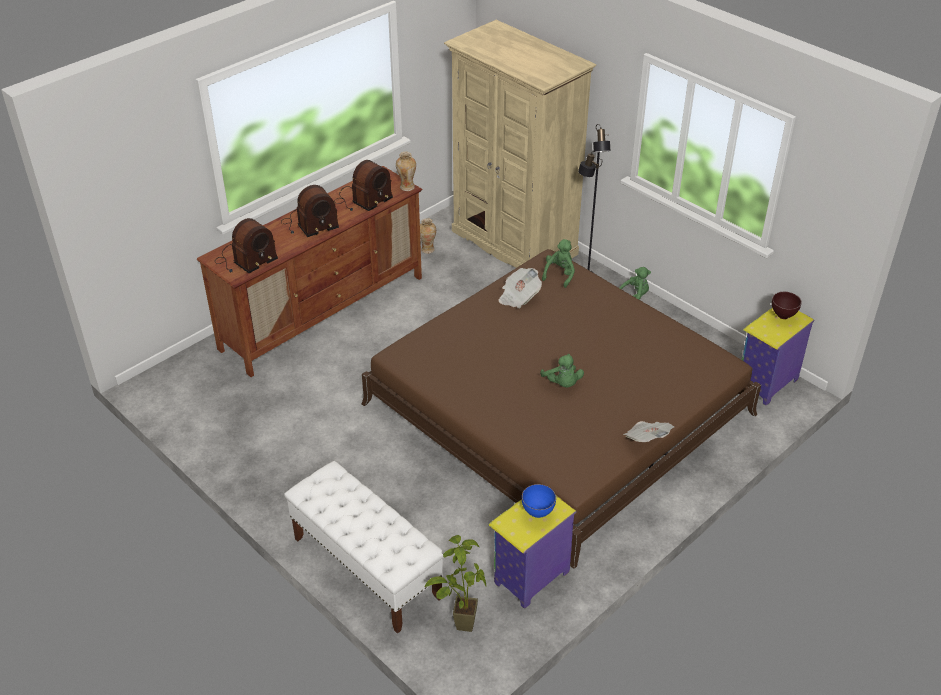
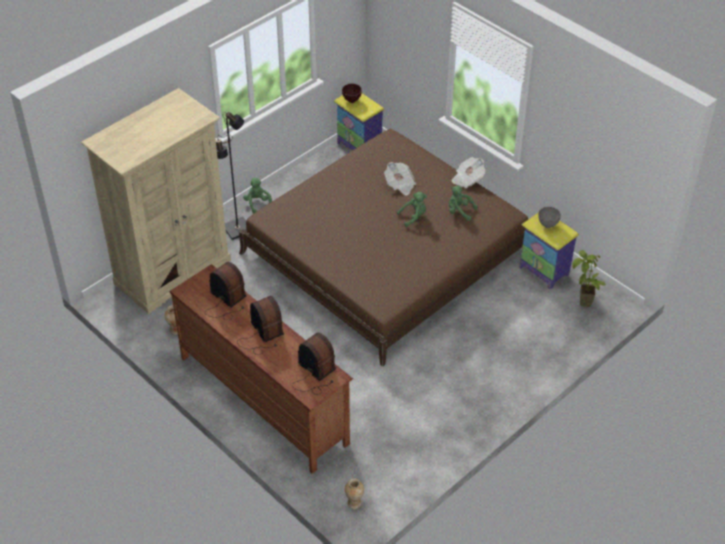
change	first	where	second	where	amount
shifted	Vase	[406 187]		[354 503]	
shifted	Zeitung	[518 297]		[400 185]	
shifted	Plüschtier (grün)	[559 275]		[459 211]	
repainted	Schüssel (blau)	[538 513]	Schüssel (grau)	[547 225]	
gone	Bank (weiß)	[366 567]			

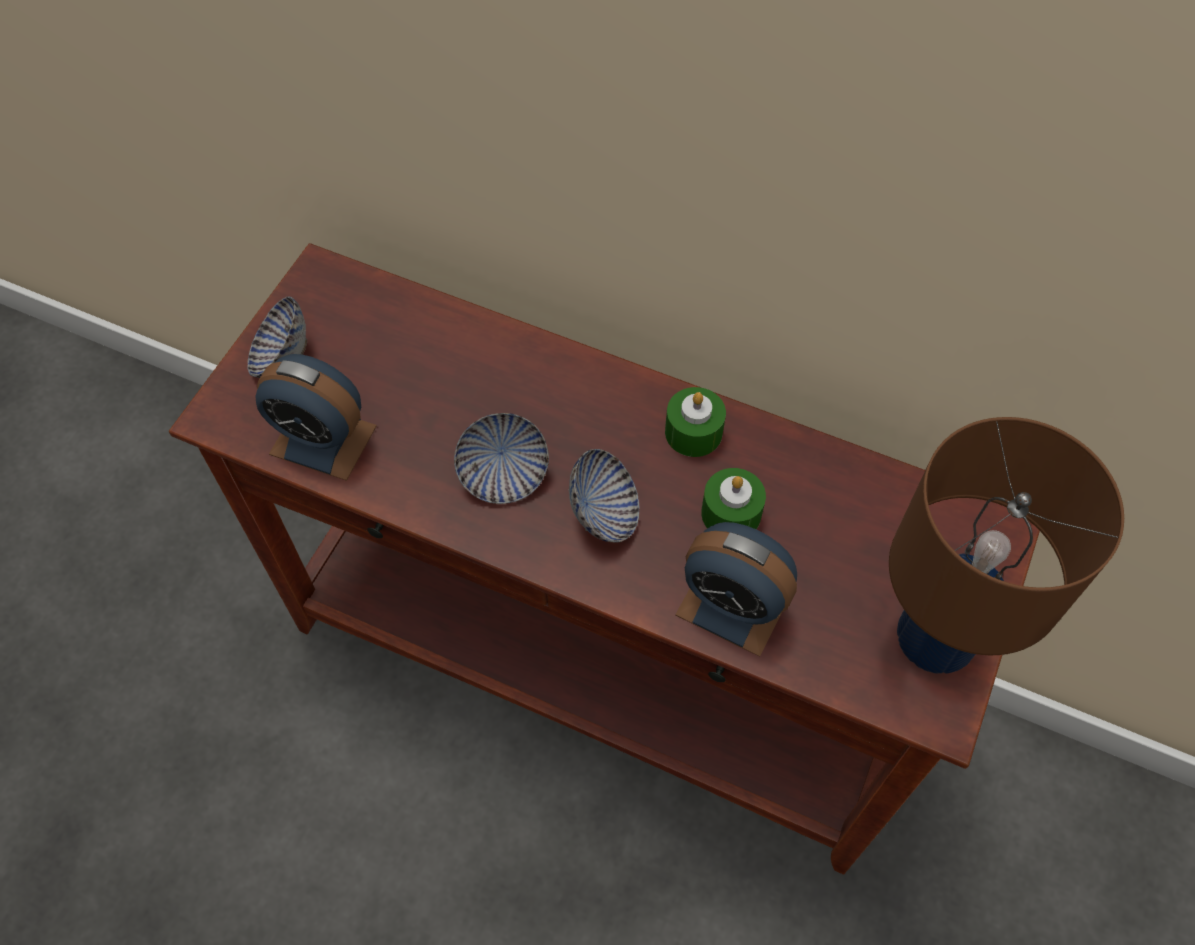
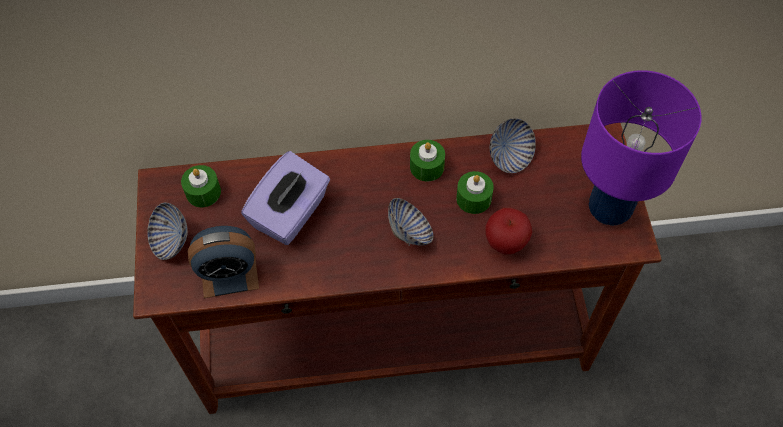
change	first	where	second	where	amount
new			Kerze (grün)	[203 192]	
new			Taschentuchbox (lila)	[290 214]	
swapped	Wecker	[732 605]	Apfel	[505 244]	
shifted	Schüssel	[503 476]		[510 157]	
repainted	Tischlampe (braun)	[929 640]	Tischlampe (lila)	[607 210]	

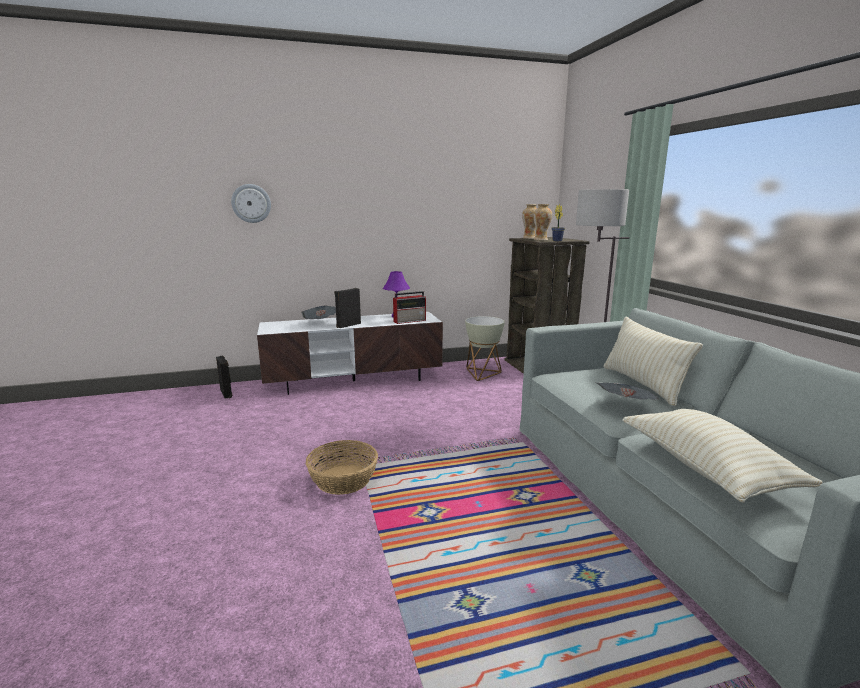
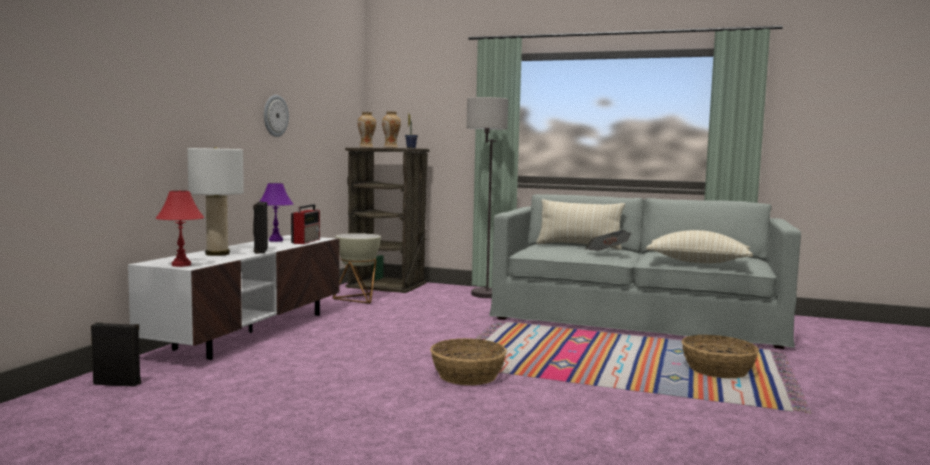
change	first	where	second	where	amount
new			Tischlampe (rot)	[181 265]	
swapped	Zeitung	[320 323]	Tischlampe (weiß)	[217 254]	
shifted	Wanduhr	[251 203]		[275 116]	
new			Korb	[718 370]	

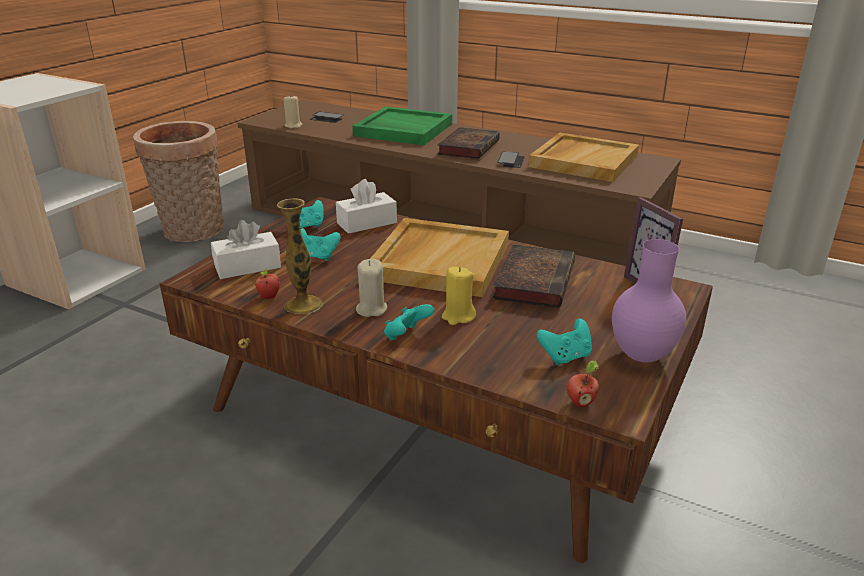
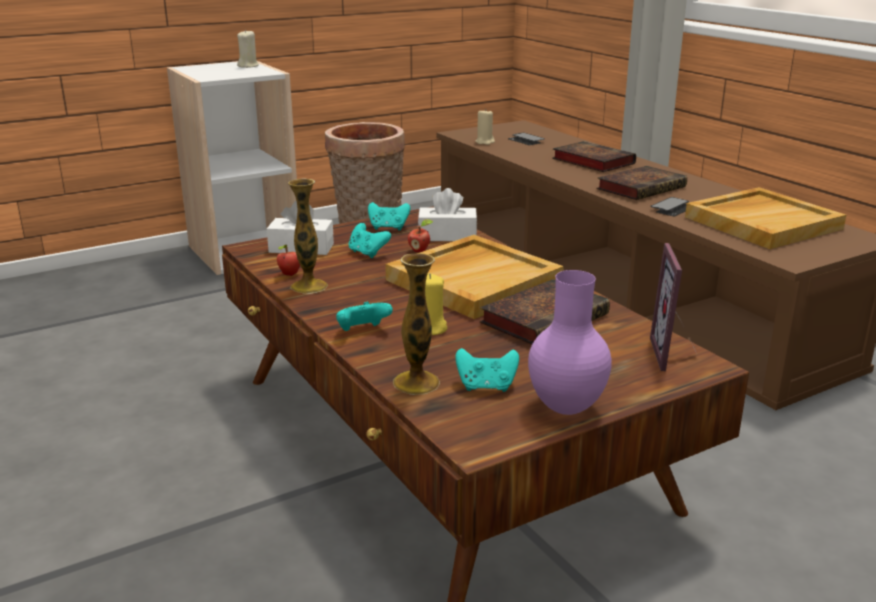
change	first	where	second	where	amount
shifted	Kerze (beige)	[371 309]		[248 66]	
new			Vase	[416 383]	
shifted	Apfel	[580 402]		[420 251]	
swapped	Tablett (grün)	[402 130]	Buch	[591 161]	

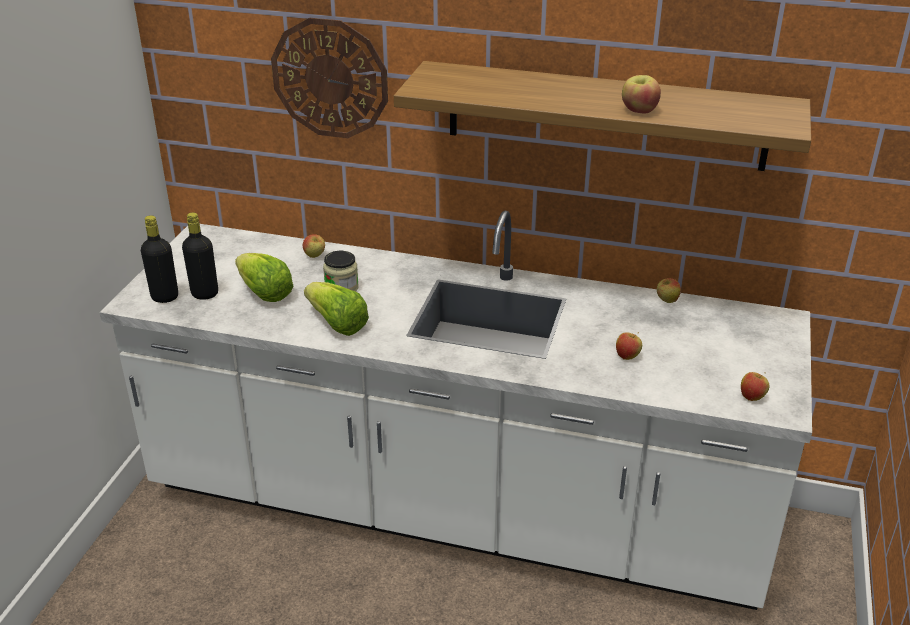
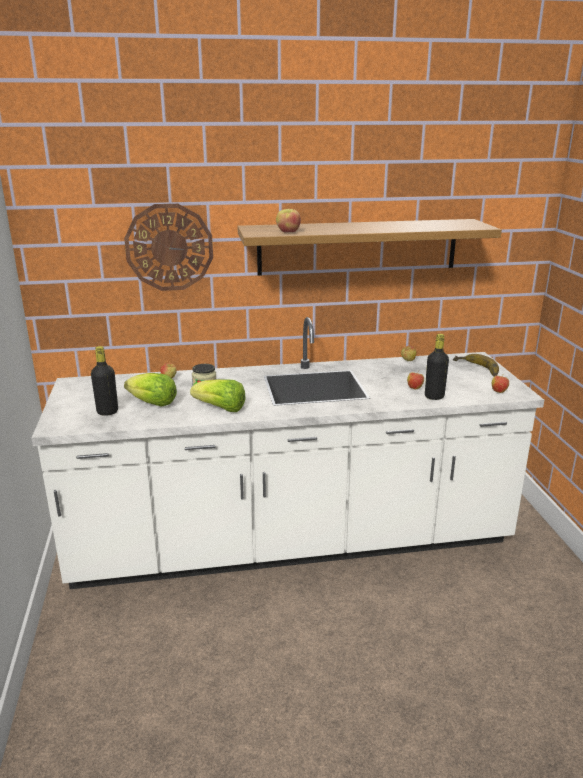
change	first	where	second	where	amount
shifted	Apfel	[639 111]		[288 232]	
shifted	Flasche (schwarz)	[165 297]		[434 396]	
new			Banane	[476 369]	

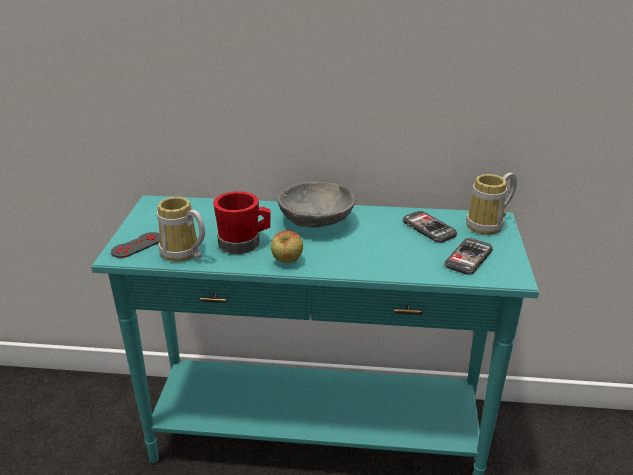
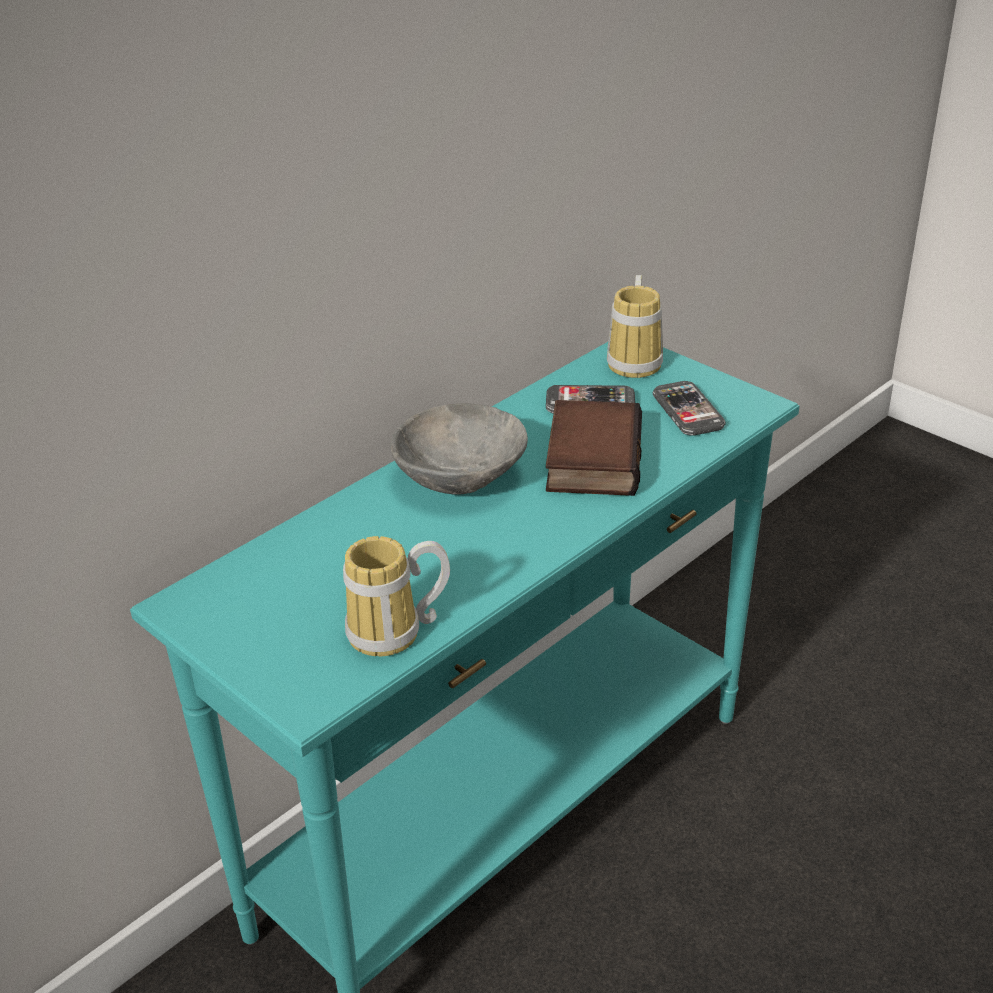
change	first	where	second	where	amount
new			Buch	[590 458]	
gone	Gamepad (grau)	[137 245]			
gone	Henkelbecher (rot)	[244 243]			
gone	Apfel	[287 262]			

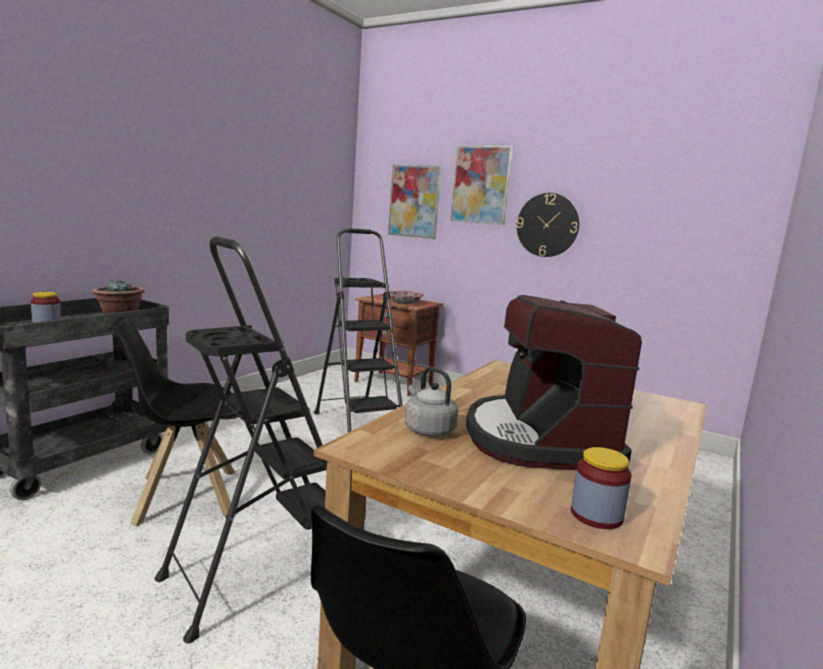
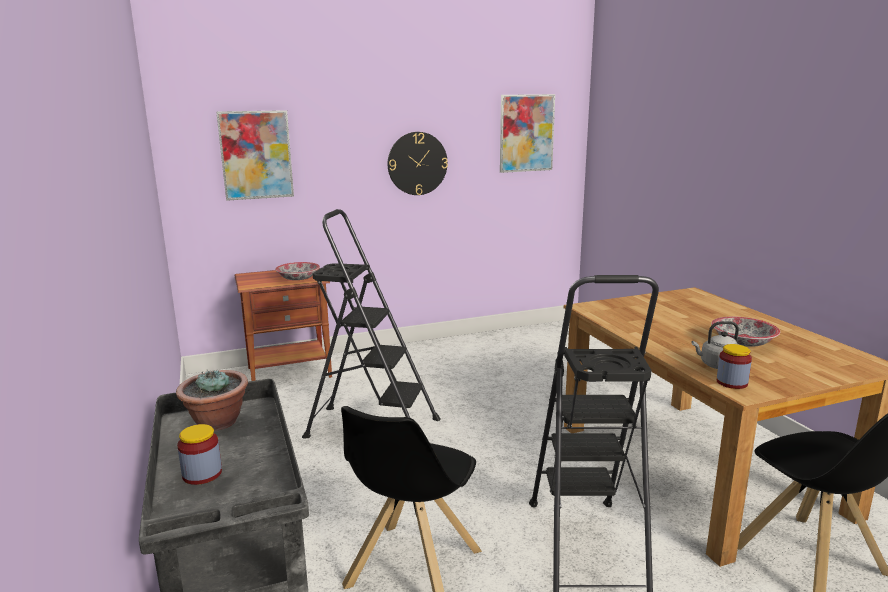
change	first	where	second	where	amount
shifted	Bild	[481 185]		[526 133]	
swapped	Kaffeemaschine	[540 439]	Schüssel	[743 342]	
shifted	Vorratsglas	[596 515]		[732 382]	

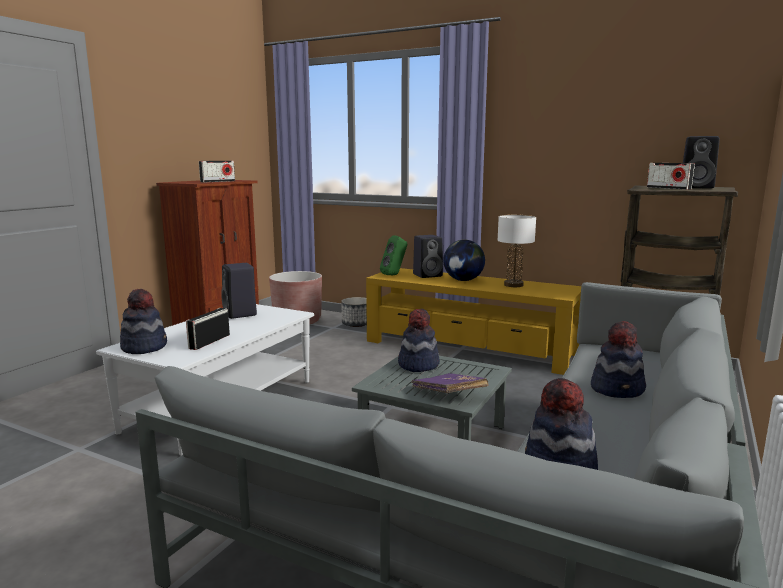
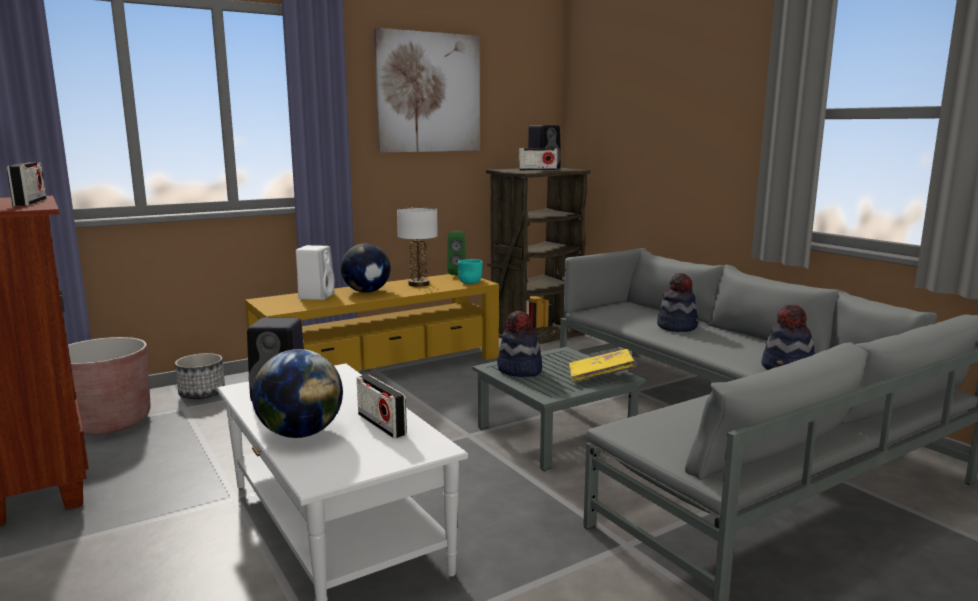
change	first	where	second	where	amount
new			Globus	[300 433]	
repainted	Lautsprecher (schwarz)	[428 275]	Lautsprecher (weiß)	[316 296]	
new			Bild	[429 93]	
shifted	Lautsprecher (grün)	[394 275]		[456 274]	
new			Schüssel (türkis)	[470 283]	
repainted	Buch (lila)	[448 395]	Buch (gelb)	[600 377]	
gone	Hut	[144 347]			

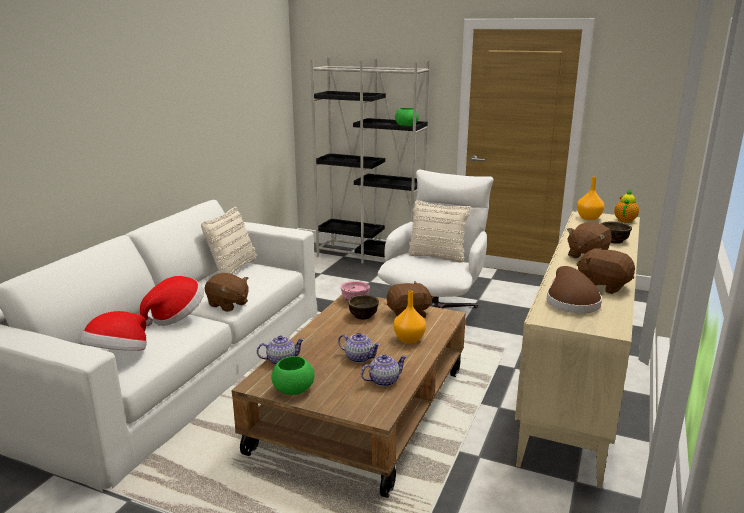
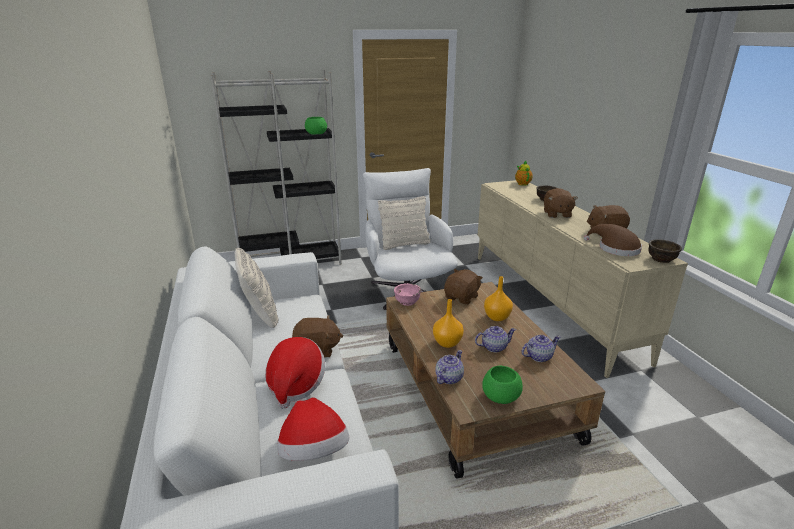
change	first	where	second	where	amount
shifted	Vase (orange)	[588 218]		[446 343]	
rotated	Teekanne	[383 381]		[538 356]	45 degrees clockwise
shifted	Schüssel (braun)	[363 315]		[661 259]	

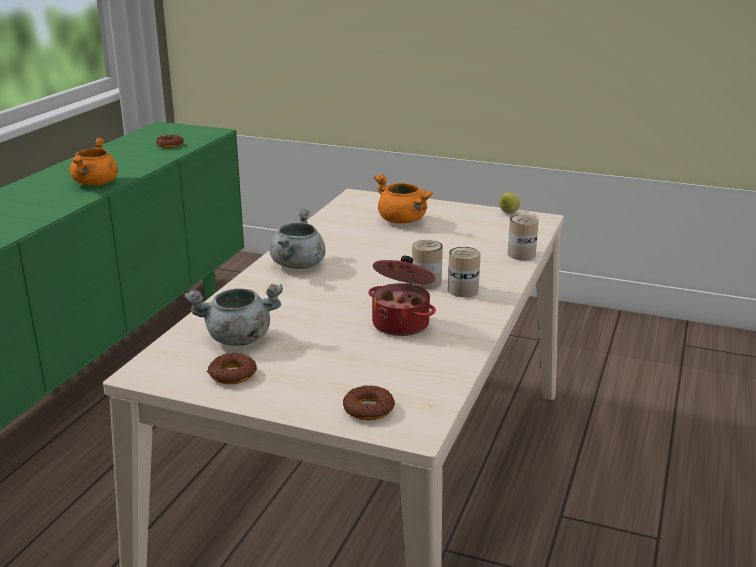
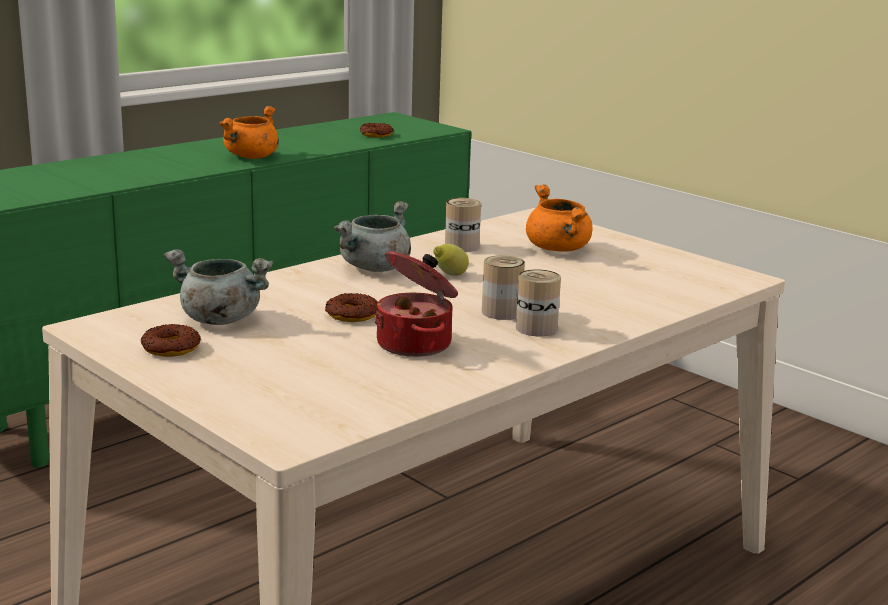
change	first	where	second	where	amount
shifted	Donut	[368 409]		[352 315]	
shifted	Zitrone	[508 213]		[449 275]	
shifted	Dose	[521 254]		[462 246]	

